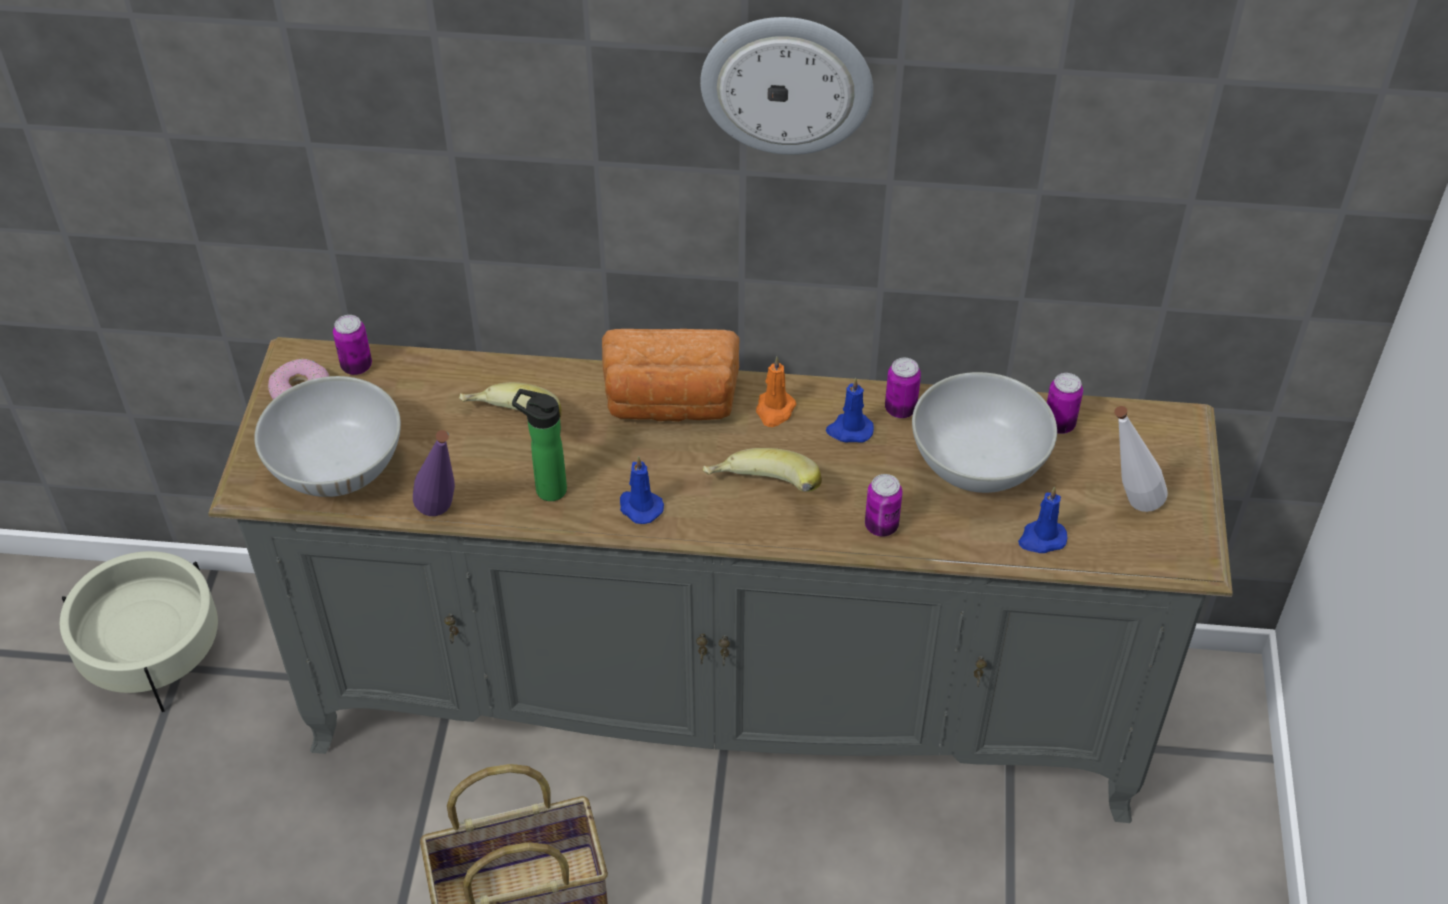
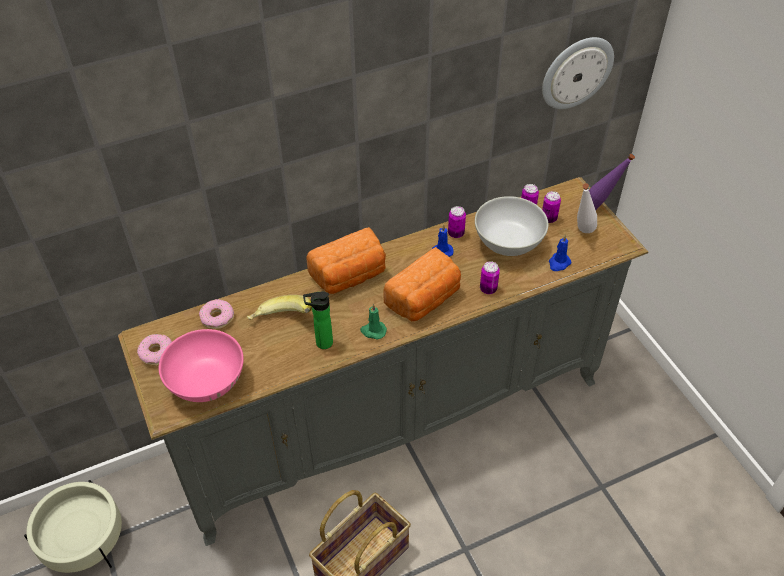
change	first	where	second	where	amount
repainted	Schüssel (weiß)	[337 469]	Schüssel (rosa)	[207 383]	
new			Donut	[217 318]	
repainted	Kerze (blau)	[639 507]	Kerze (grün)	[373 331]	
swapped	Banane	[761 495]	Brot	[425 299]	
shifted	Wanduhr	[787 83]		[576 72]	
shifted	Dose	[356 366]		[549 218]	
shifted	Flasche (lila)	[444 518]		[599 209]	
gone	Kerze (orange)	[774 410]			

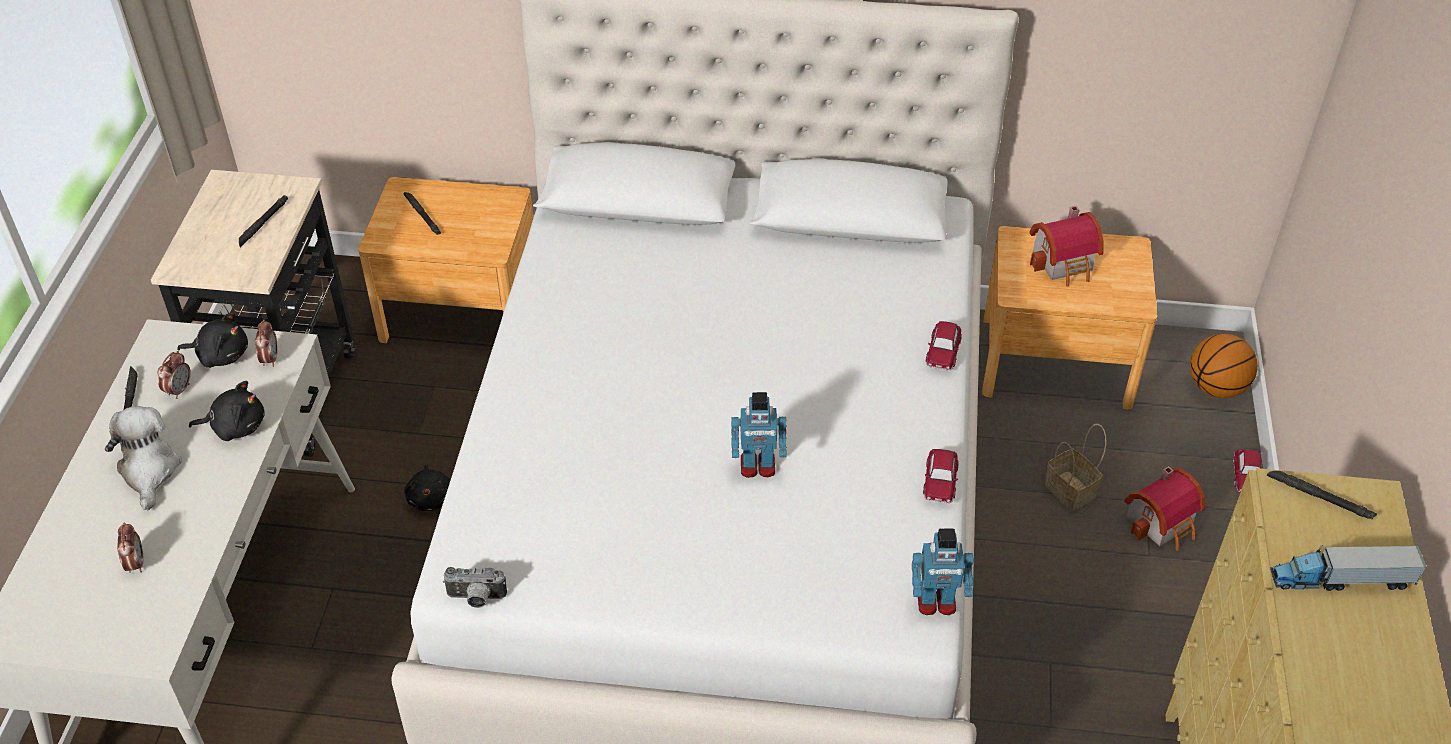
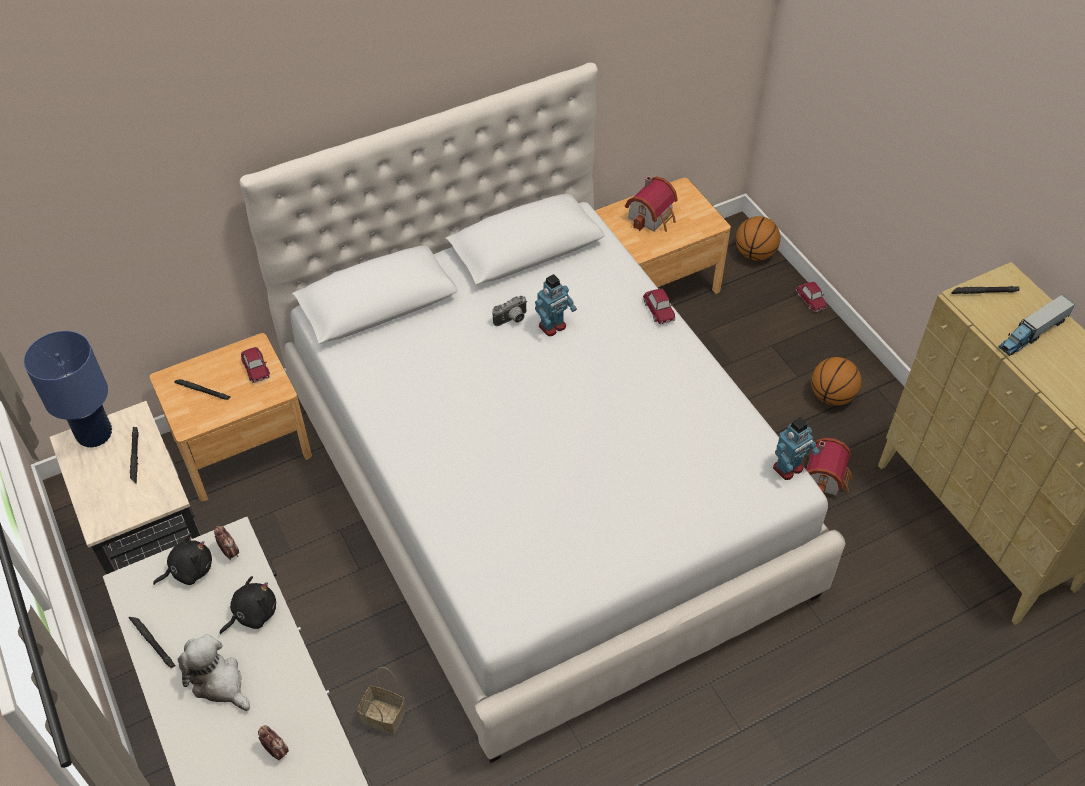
change	first	where	second	where	amount
new			Tischlampe (blau)	[96 436]	
shifted	Spielzeugauto	[940 481]		[256 368]	
shifted	Korb	[1071 491]		[385 716]	
shifted	Kamera	[476 599]		[512 320]	
shifted	Spielzeugroboter	[758 466]		[553 327]	
shifted	Spielzeughaus	[1163 523]		[826 477]	
new			Basketball	[832 396]	
gone	Wecker	[179 390]			
gone	Plüschtier (schwarz)	[431 498]			

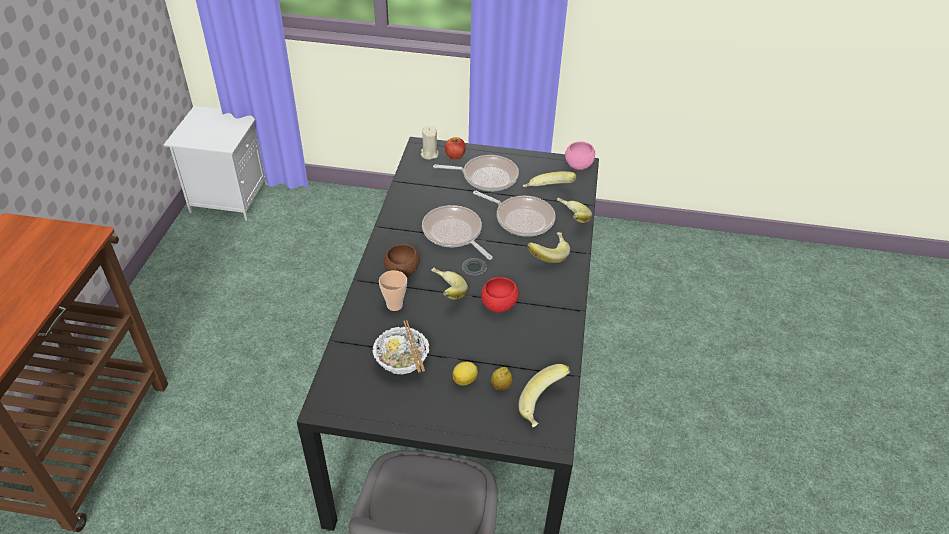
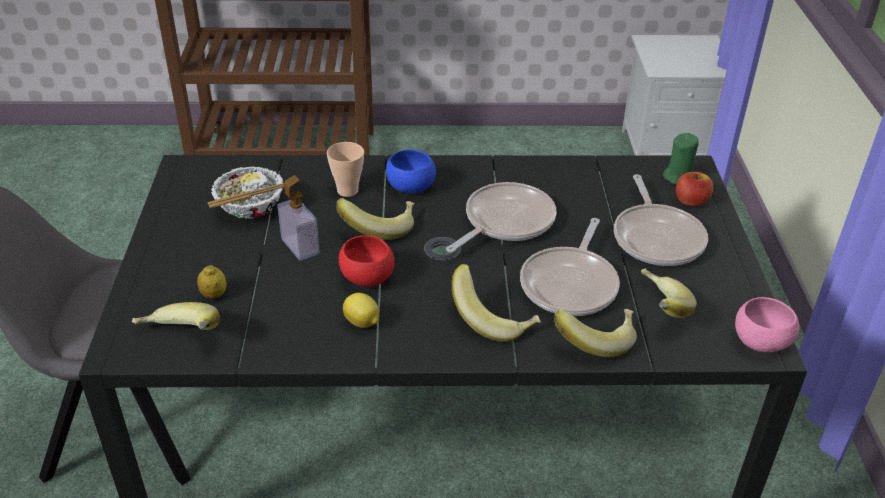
change	first	where	second	where	amount
new			Seifenspender	[300 246]	
shifted	Zitrone	[465 380]		[362 323]	
repainted	Schüssel (braun)	[402 271]	Schüssel (blau)	[411 188]	
repainted	Kerze (beige)	[429 154]	Kerze (grün)	[678 177]	

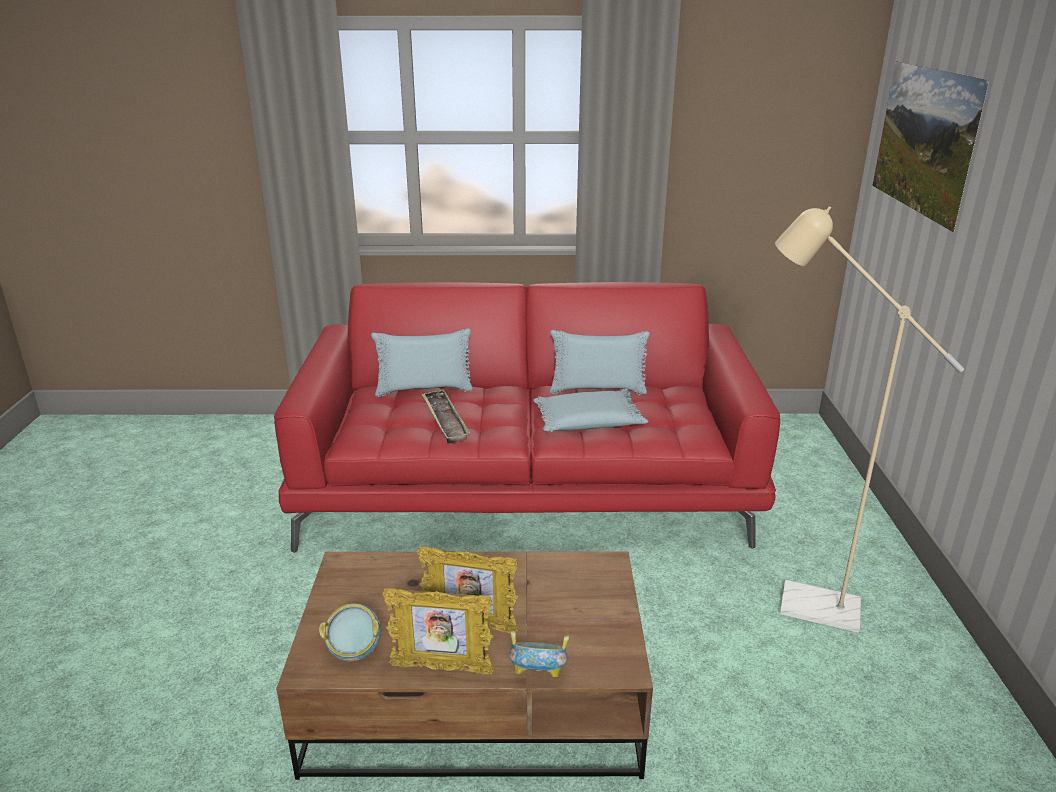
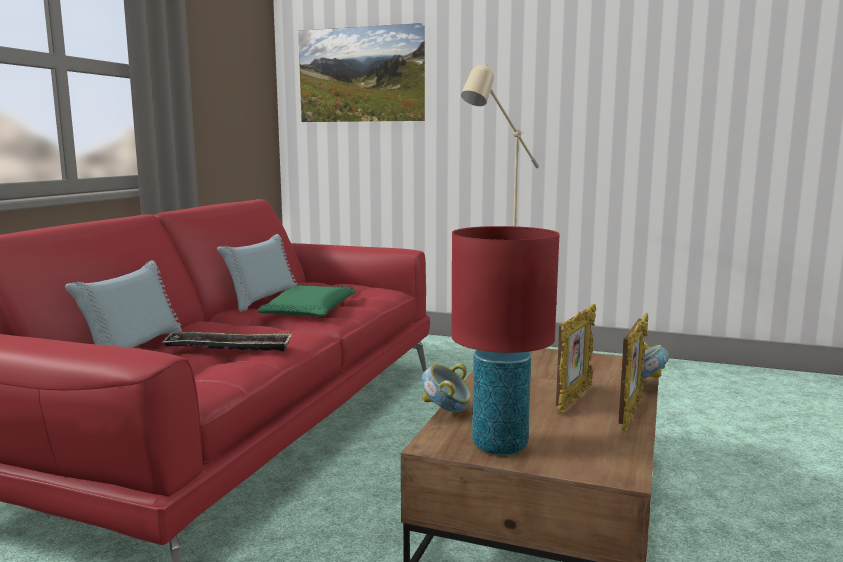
change	first	where	second	where	amount
repainted	Kissen (blau)	[588 418]	Kissen (grün)	[309 309]	
shifted	Schüssel	[354 652]		[446 413]	
new			Tischlampe (rot)	[499 445]	

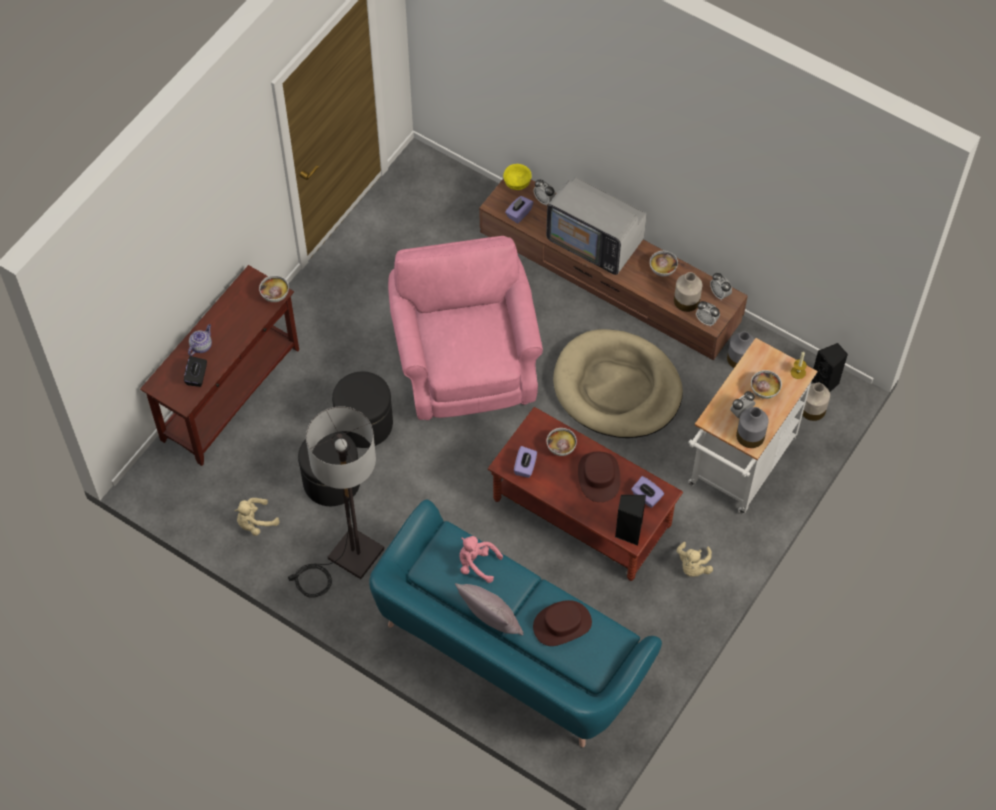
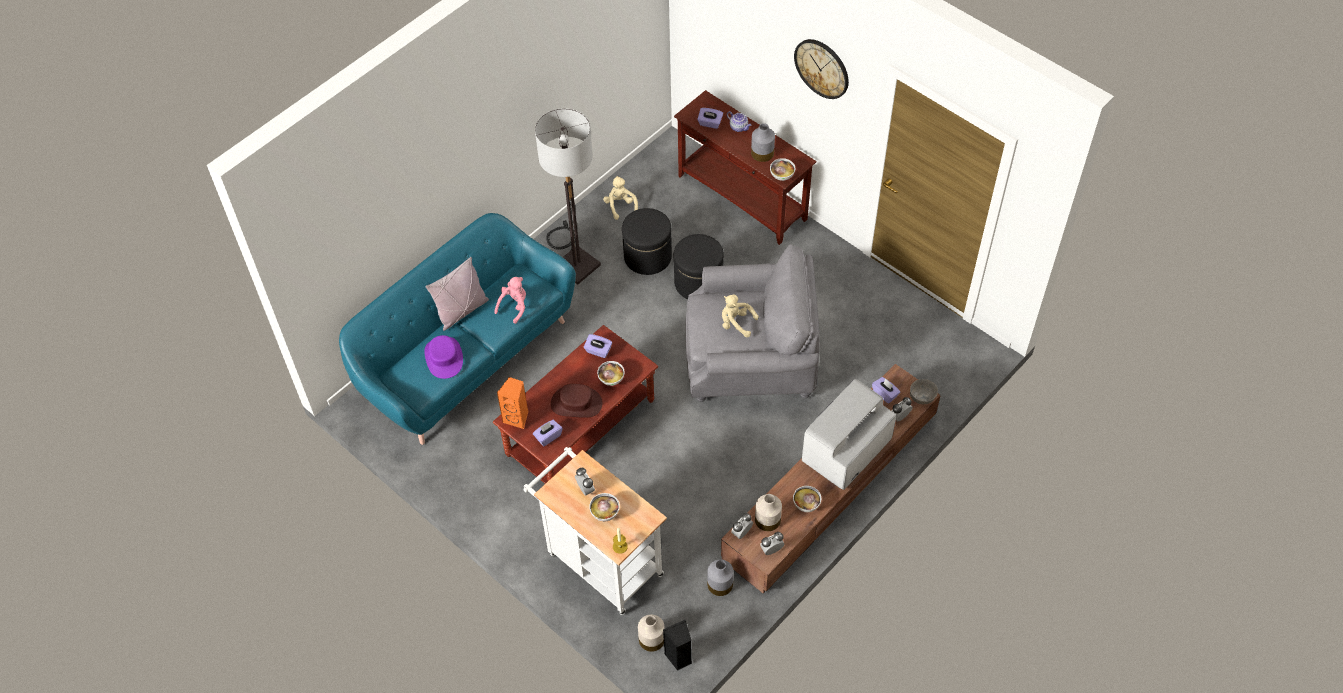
change	first	where	second	where	amount
repainted	Hut (braun)	[562 624]	Hut (lila)	[444 358]	
repainted	Lautsprecher (schwarz)	[628 532]	Lautsprecher (orange)	[517 418]	
repainted	Sessel (rosa)	[465 361]	Sessel (grau)	[750 360]	
repainted	Taschentuchbox (schwarz)	[197 376]	Taschentuchbox (lila)	[710 123]	
shifted	Plüschtier (beige)	[693 566]		[736 323]	
shifted	Vase (grau)	[750 436]		[762 153]	
new			Wanduhr	[822 68]	
repainted	Schüssel (gelb)	[517 183]	Schüssel (grau)	[922 397]	
gone	Hundebett (beige)	[617 388]			

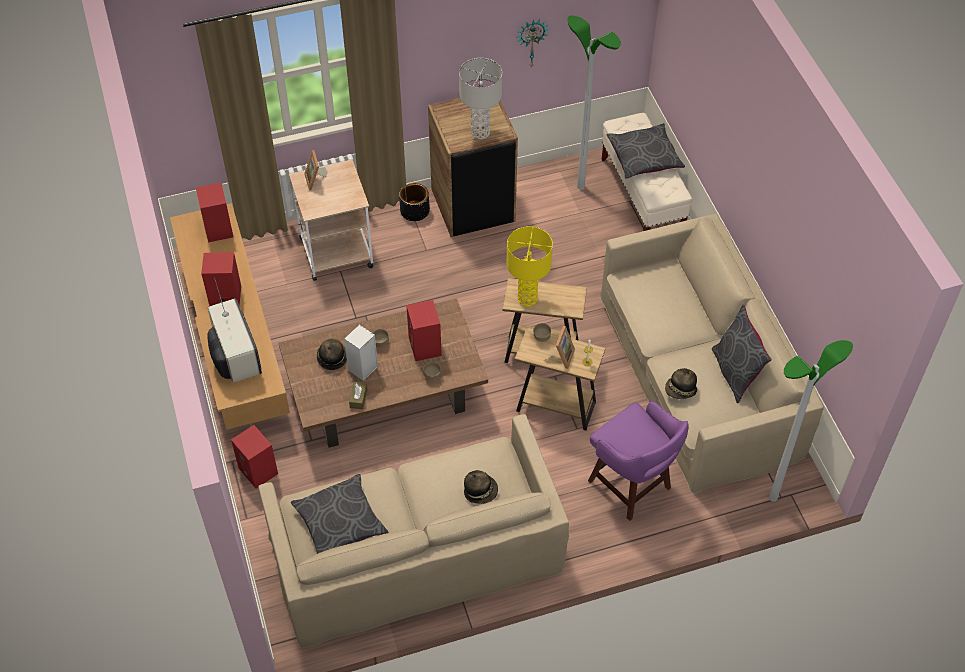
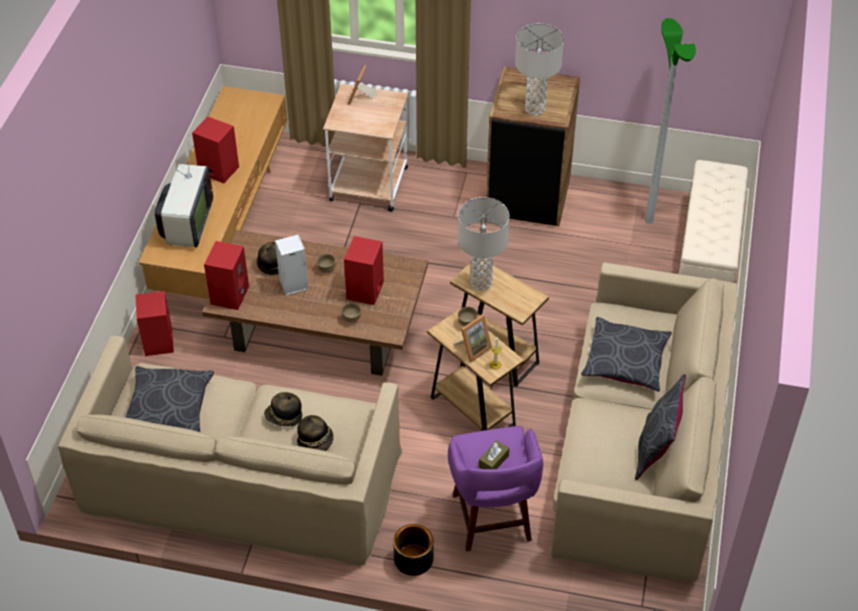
change	first	where	second	where	amount
shifted	Lautsprecher (rot)	[217 229]		[229 294]	
shifted	Hut	[680 390]		[284 417]	
shifted	Pflanzkübel (schwarz)	[414 211]		[413 559]	
repainted	Tischlampe (gelb)	[527 299]	Tischlampe (weiß)	[481 282]	
shifted	Taschentuchbox (braun)	[358 398]		[493 461]	
shifted	Kissen (grau)	[644 157]		[626 361]	
gone	Wanduhr	[531 42]			
gone	Stehlampe	[773 497]			

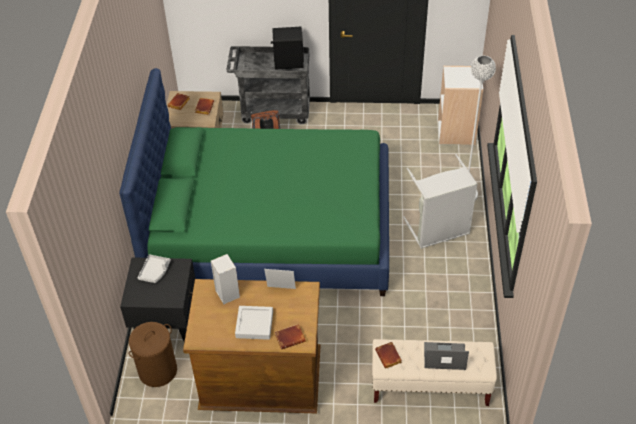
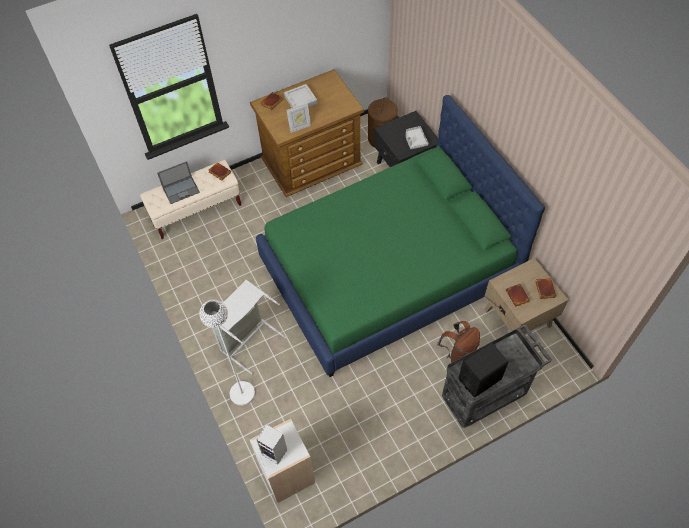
change	first	where	second	where	amount
shifted	Lautsprecher	[226 293]		[275 452]	

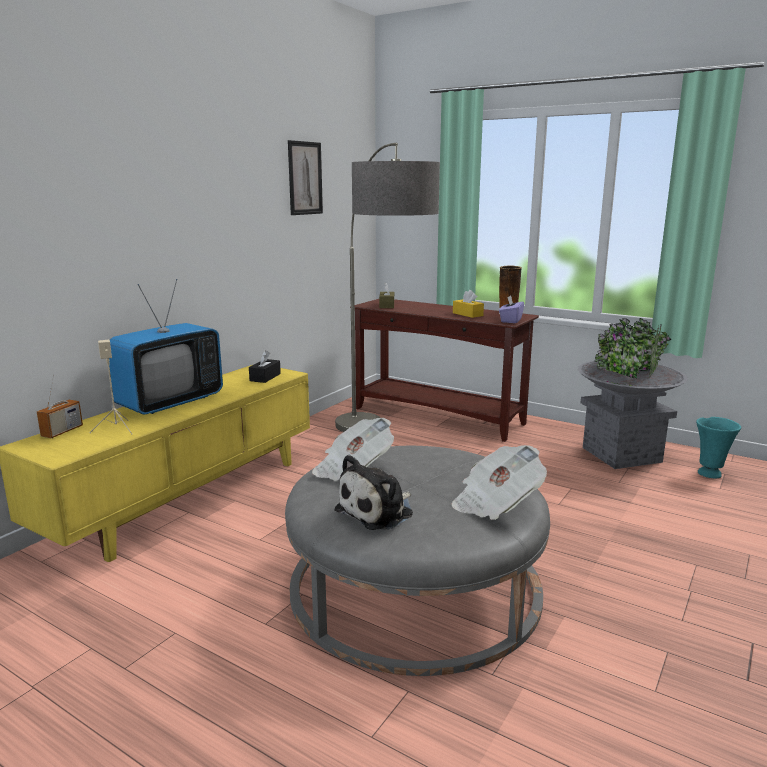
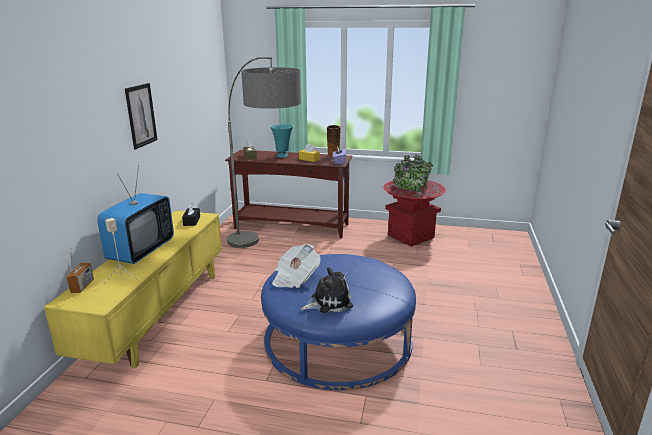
change	first	where	second	where	amount
shifted	Bild	[305 178]		[141 115]	
repainted	Polsterhocker (grau)	[415 585]	Polsterhocker (blau)	[338 338]	
shifted	Vase (türkis)	[710 473]		[283 156]	
rotated	Plüschtier	[378 511]		[328 302]	135 degrees counterclockwise
repainted	Pflanzkübel (grau)	[621 454]	Pflanzkübel (rot)	[410 236]	
gone	Zeitung	[496 503]			

